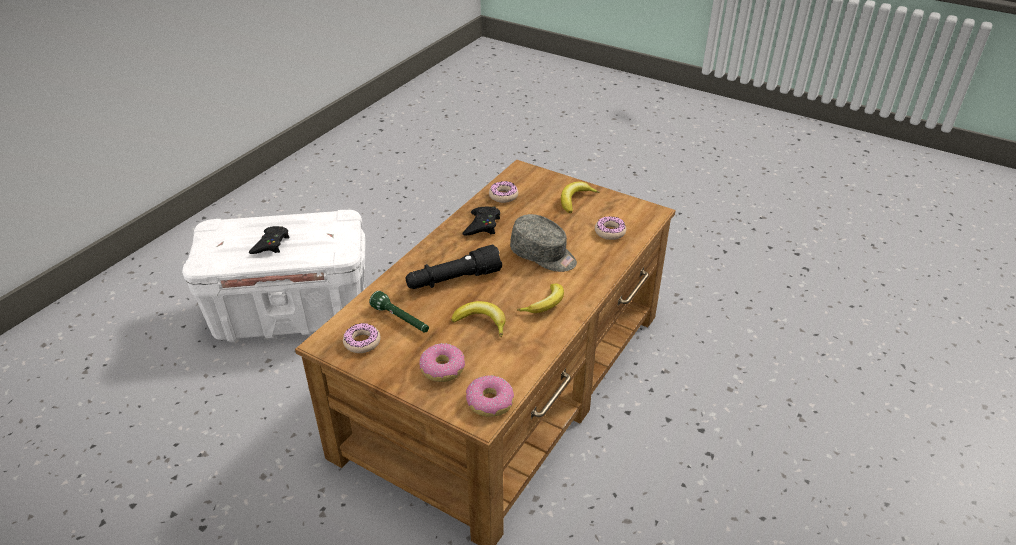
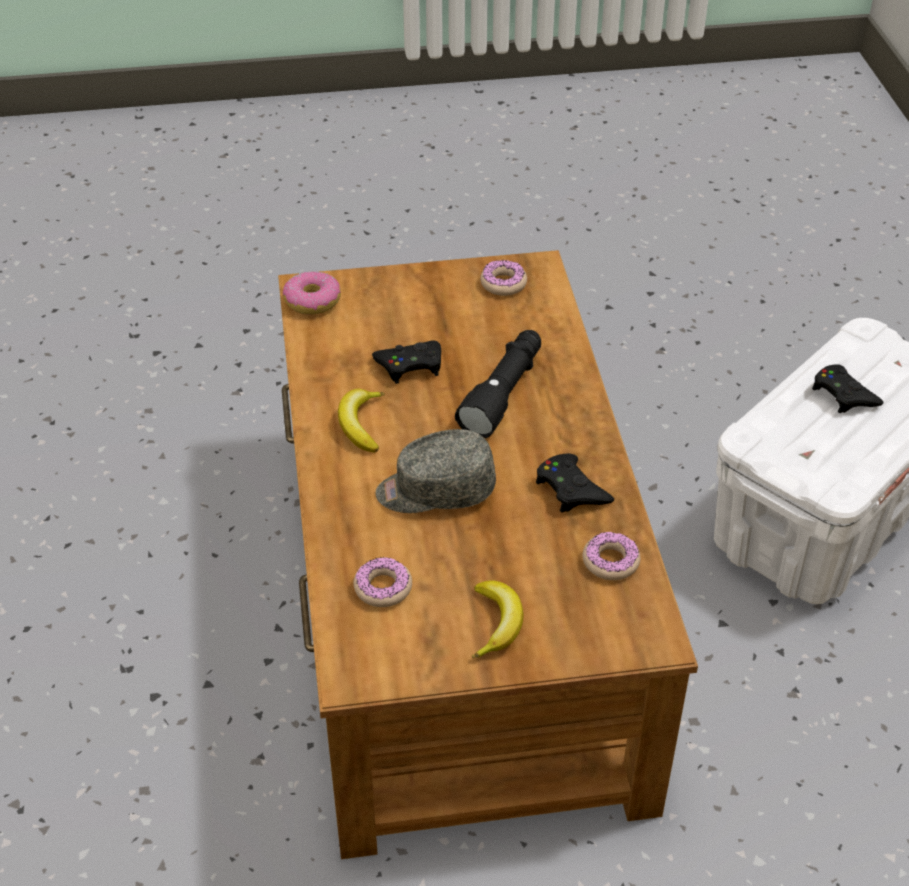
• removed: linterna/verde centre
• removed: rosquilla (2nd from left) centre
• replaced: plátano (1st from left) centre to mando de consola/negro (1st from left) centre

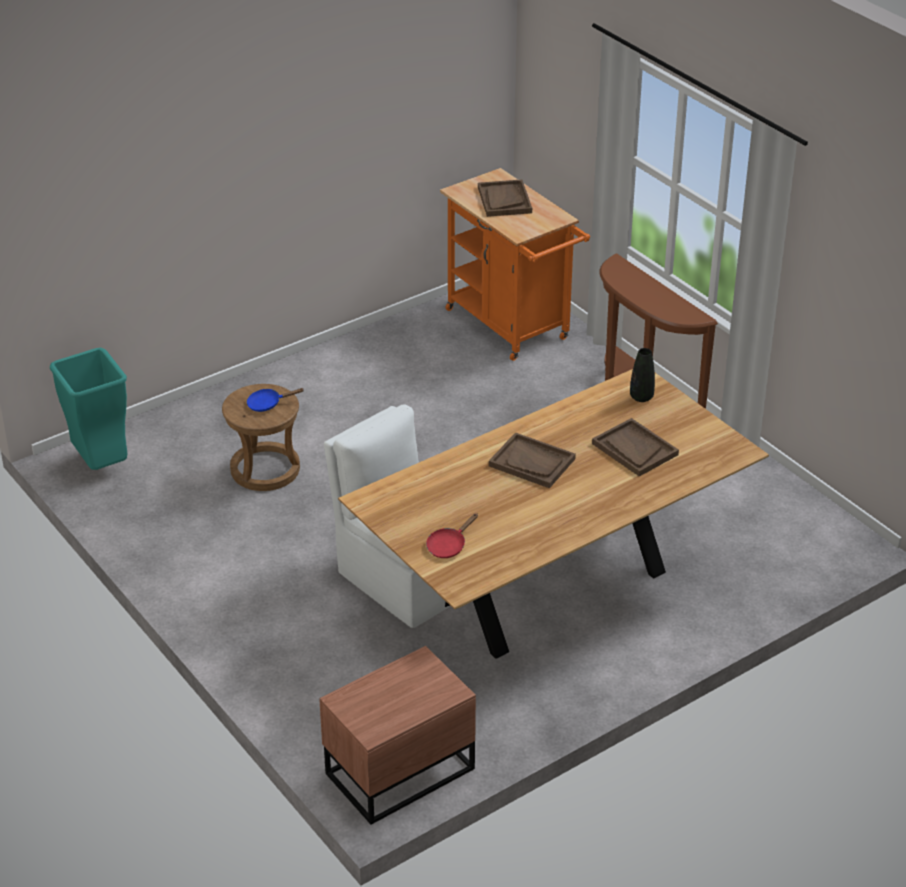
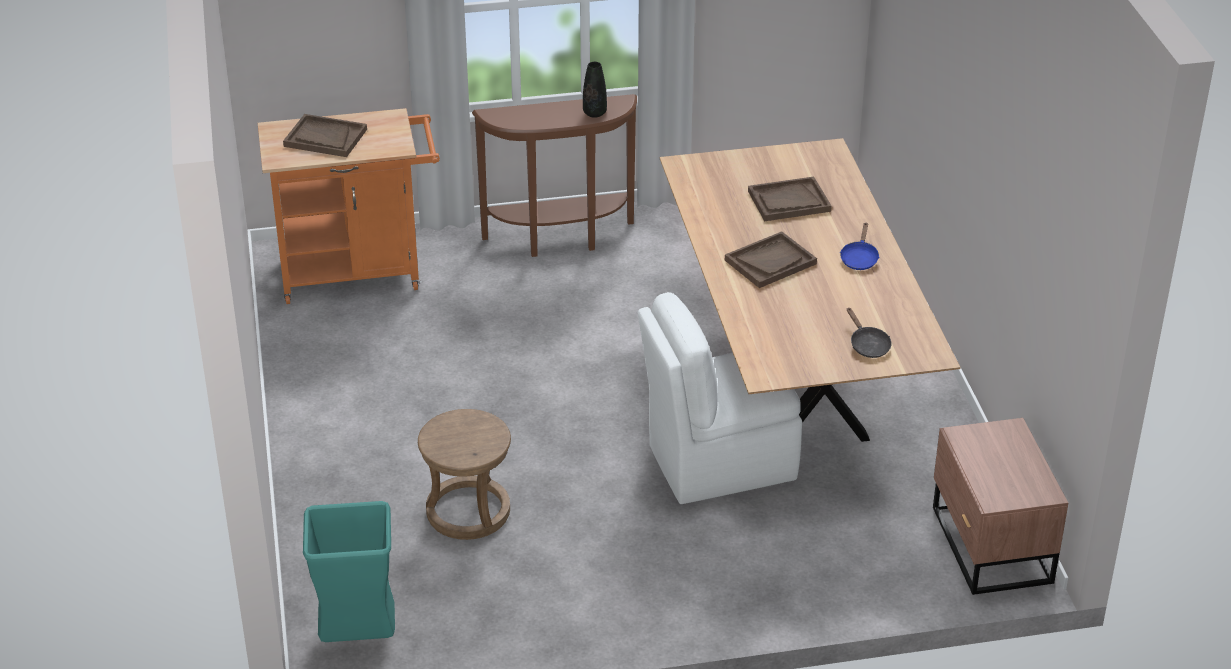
• moved: sartén/azul middle left to middle right
• moved: florero/negro middle right to top centre
• recoloured: sartén/rojo centre to sartén/negro middle right

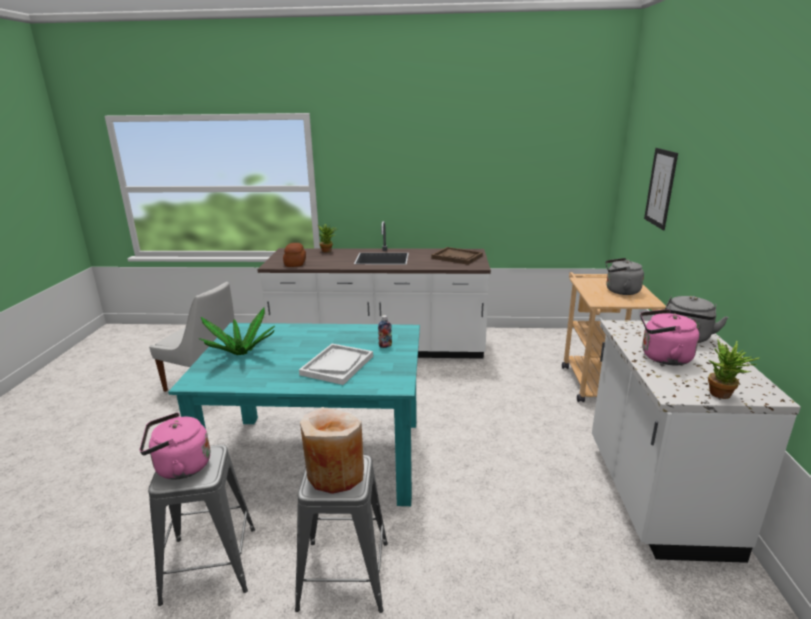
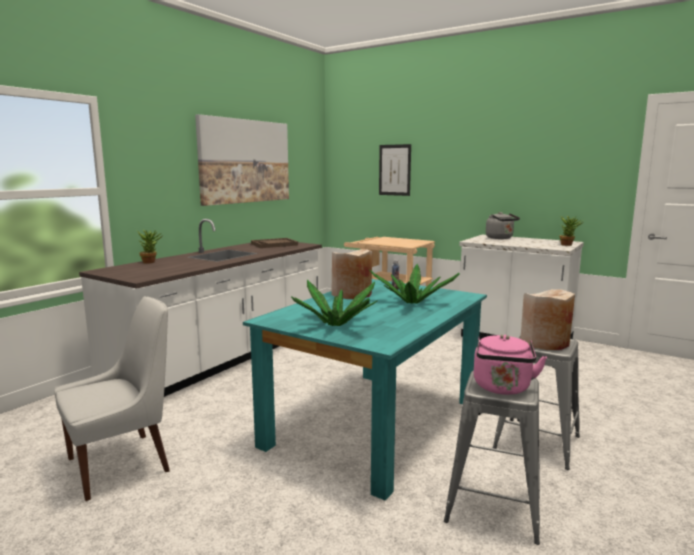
• removed: pan centre
• removed: hervidor/gris (1st from left) middle right
• removed: hervidor/rosa (2nd from left) middle right
• added: cuadro (1st from left) top centre
• added: florero/beis (1st from left) centre
• replaced: bandeja/blanco centre to planta en maceta (3rd from left) centre

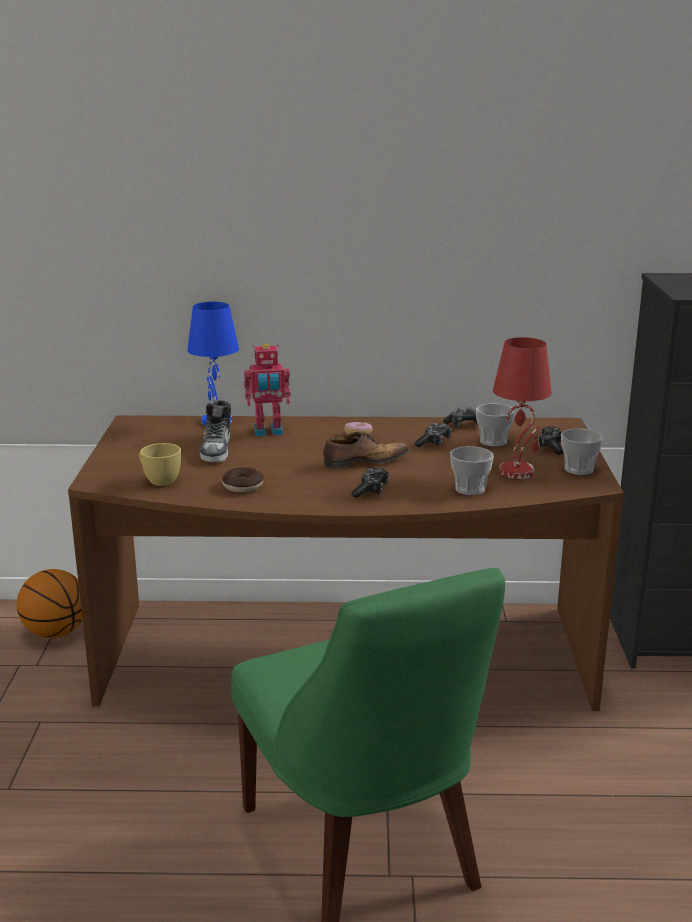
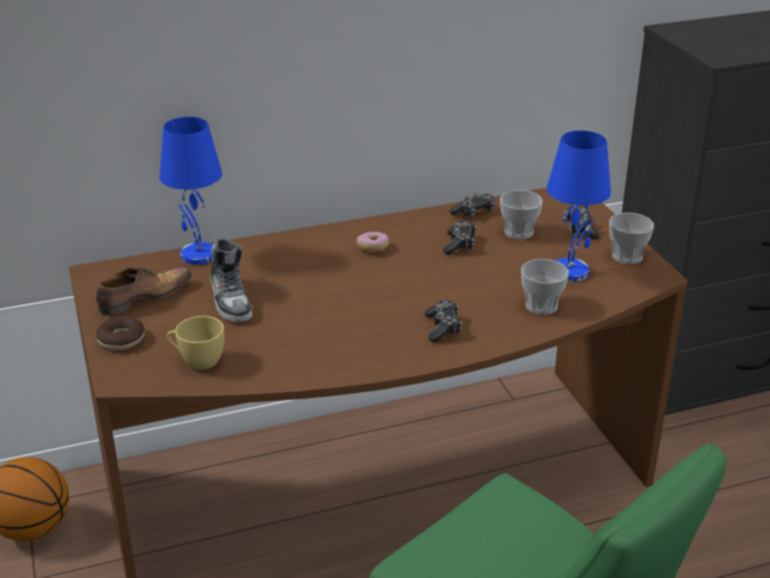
• removed: robot de juguete centre
• moved: rosquilla (1st from left) centre to middle left
• moved: zapato (2nd from left in the first image) centre to zapato (1st from left) middle left
• recoloured: lámpara de mesa/rojo middle right to lámpara de mesa/azul (2nd from left) middle right

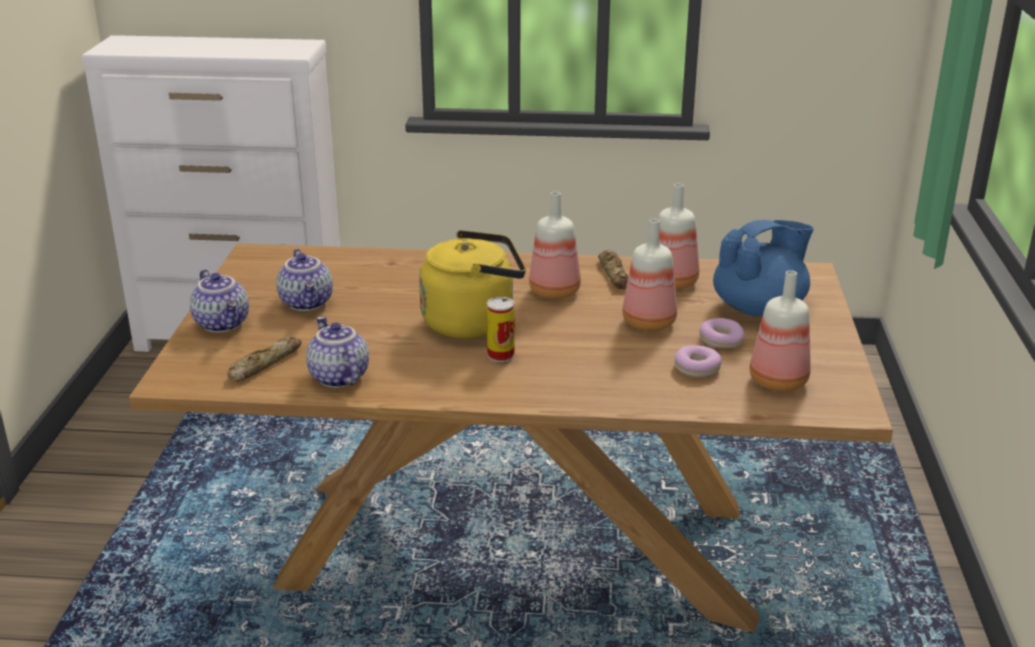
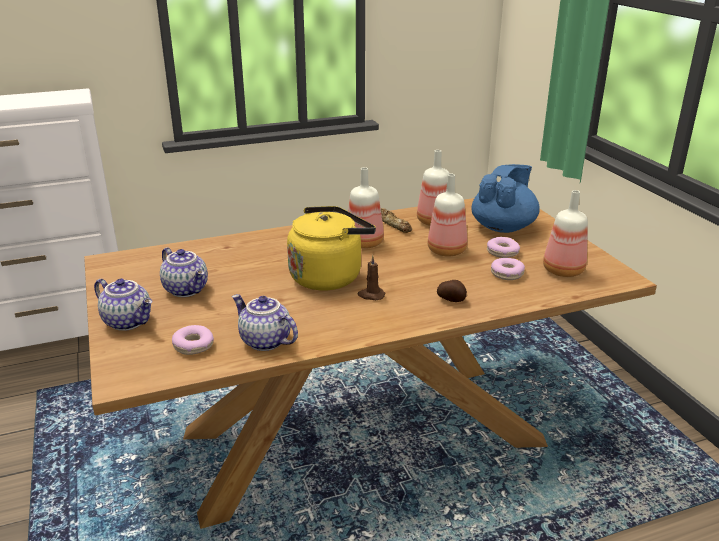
• added: patata centre
• replaced: pan (1st from left) middle left to rosquilla (1st from left) middle left
• replaced: lata centre to vela/marrón centre

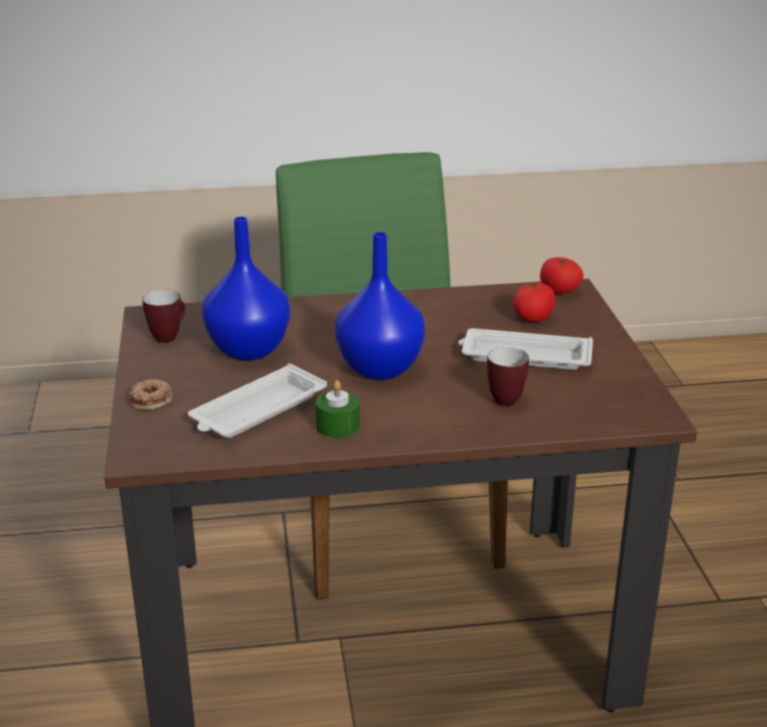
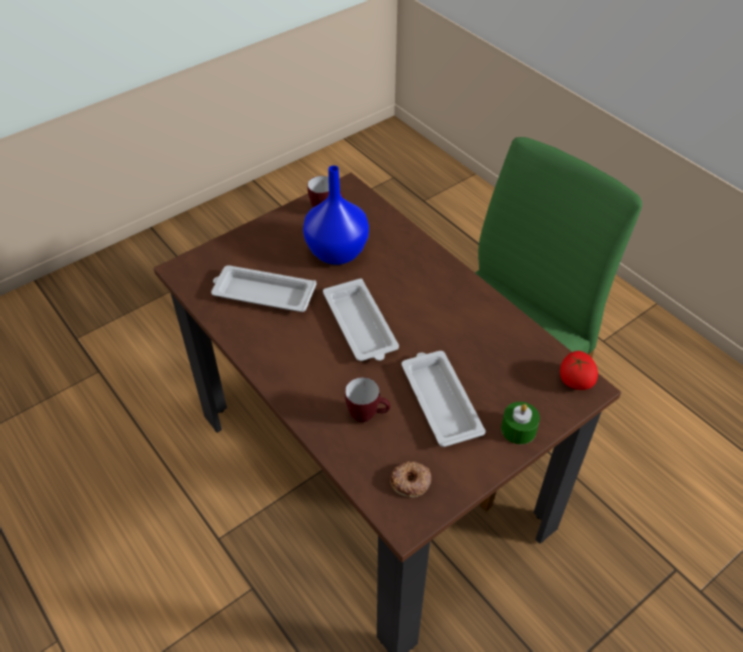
• removed: tomate (1st from left) middle right
• moved: rosquilla middle left to bottom centre
• moved: vela/verde centre to middle right
• replaced: florero/azul (2nd from left) centre to bandeja/blanco (2nd from left) centre

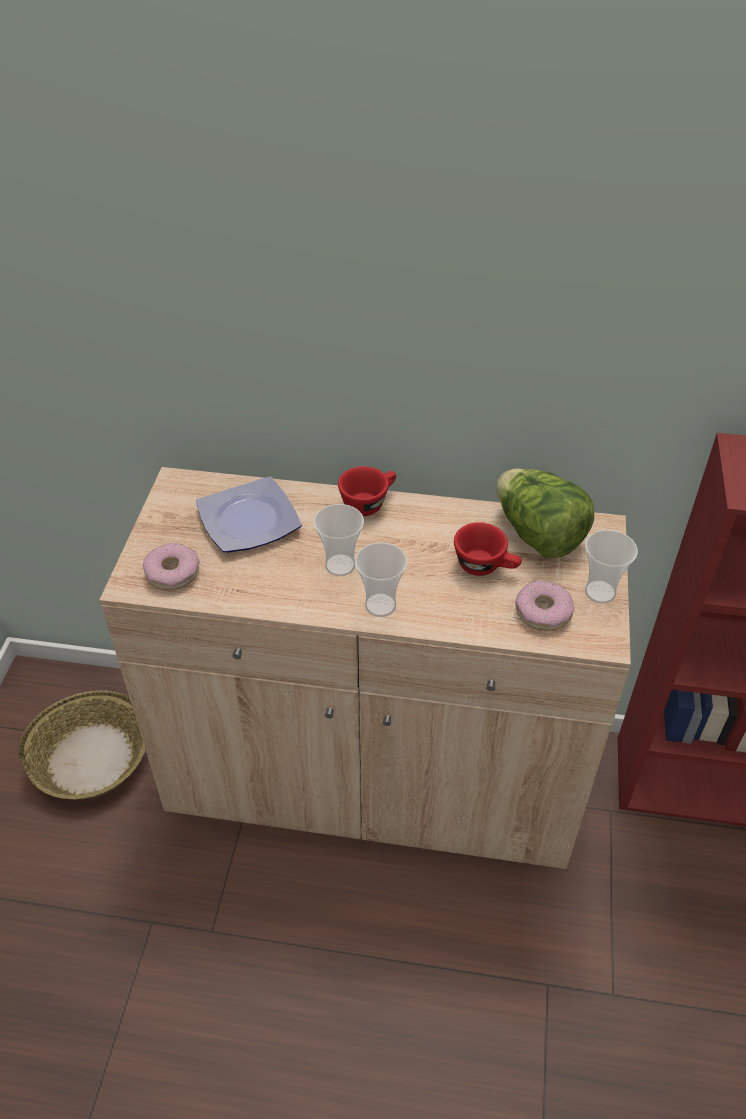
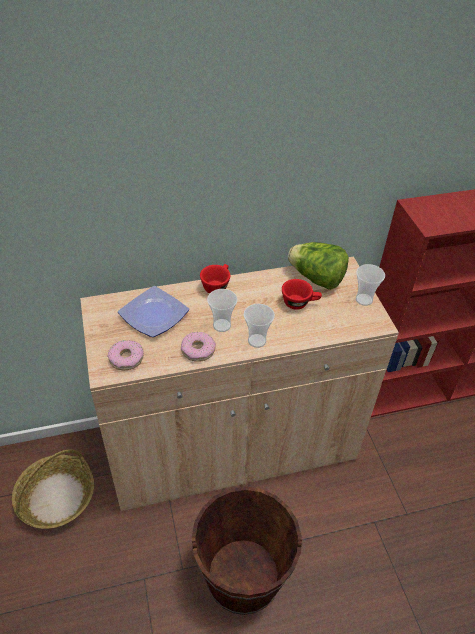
• added: cubo/marrón bottom centre
• moved: rosquilla (2nd from left) middle right to centre

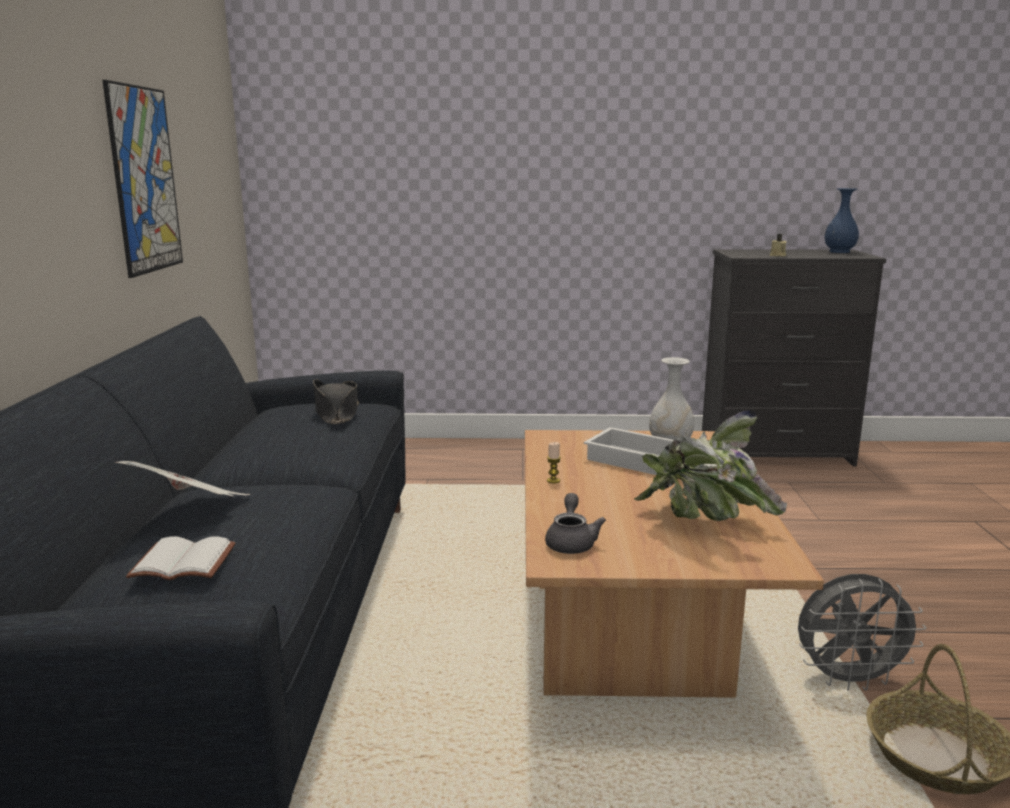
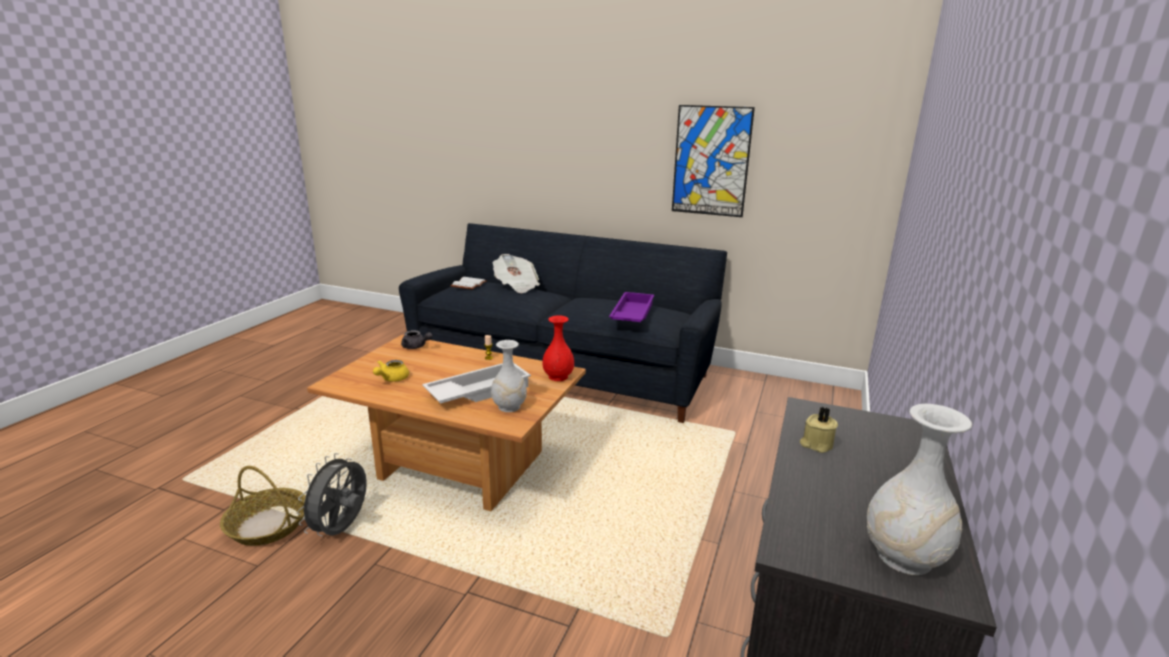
• added: florero/rojo centre
• replaced: sombrero/negro middle left to bandeja/morado centre
• replaced: planta en maceta middle right to tetera/amarillo centre
• recoloured: florero/azul top right to florero/blanco (2nd from left) bottom right

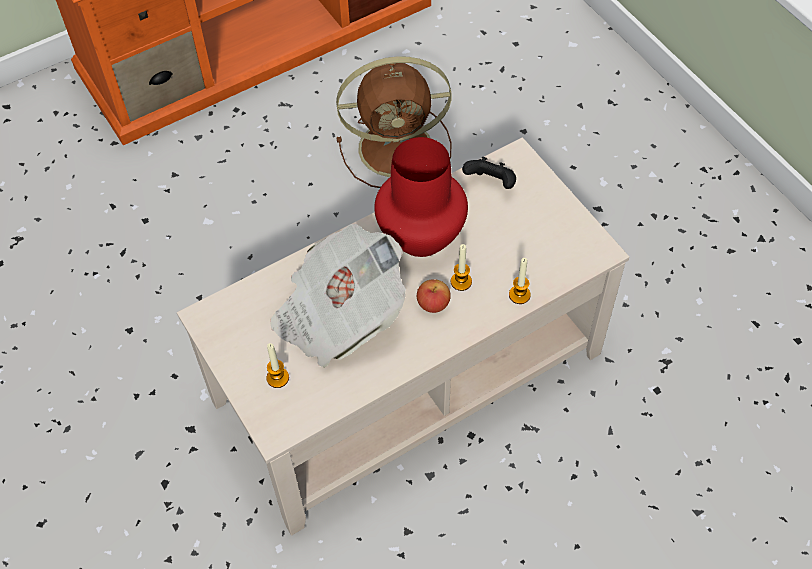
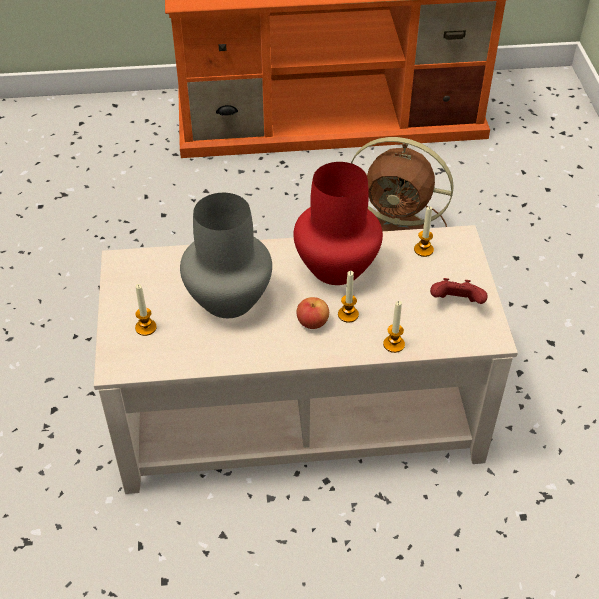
• added: mando de consola/rojo middle right
• replaced: periódico centre to florero/gris centre
• replaced: mando de consola/negro top centre to vela (4th from left) middle right

